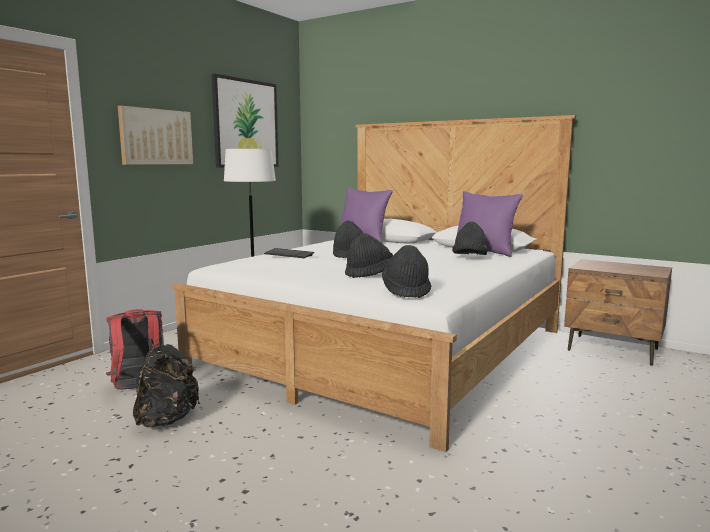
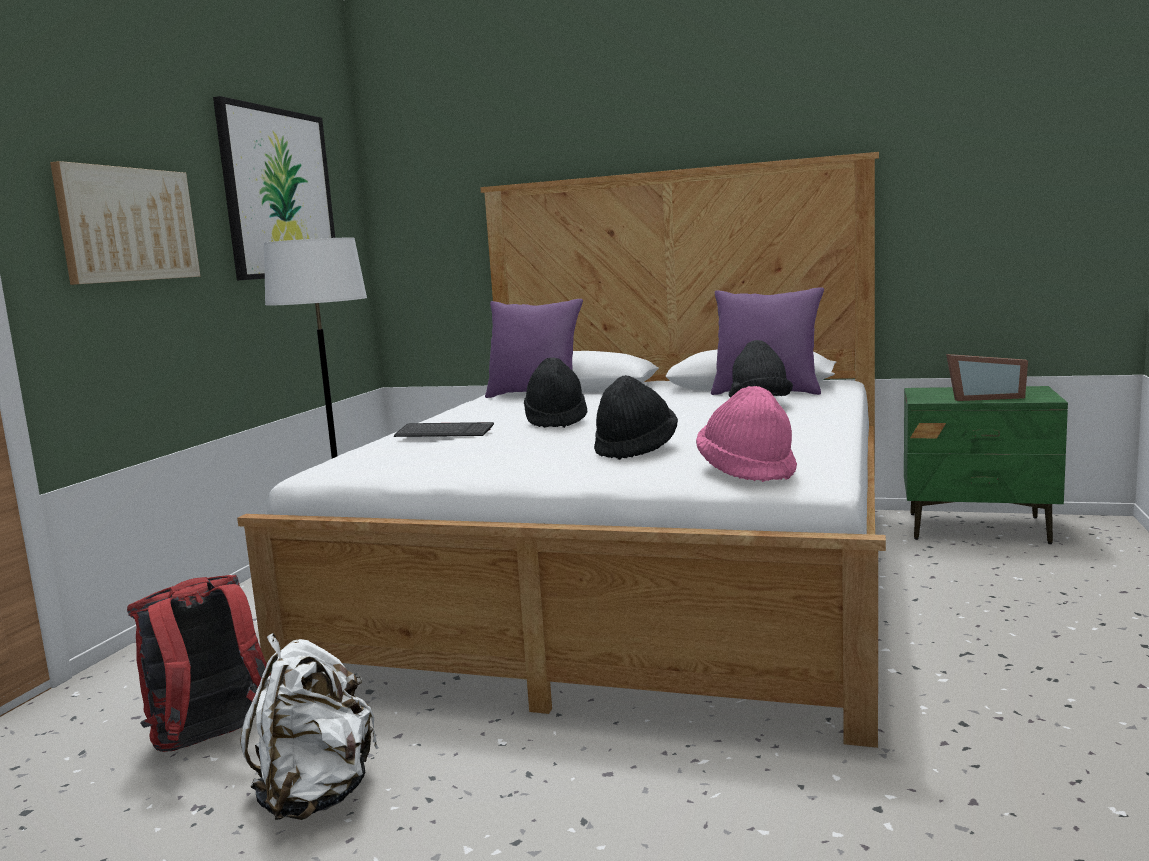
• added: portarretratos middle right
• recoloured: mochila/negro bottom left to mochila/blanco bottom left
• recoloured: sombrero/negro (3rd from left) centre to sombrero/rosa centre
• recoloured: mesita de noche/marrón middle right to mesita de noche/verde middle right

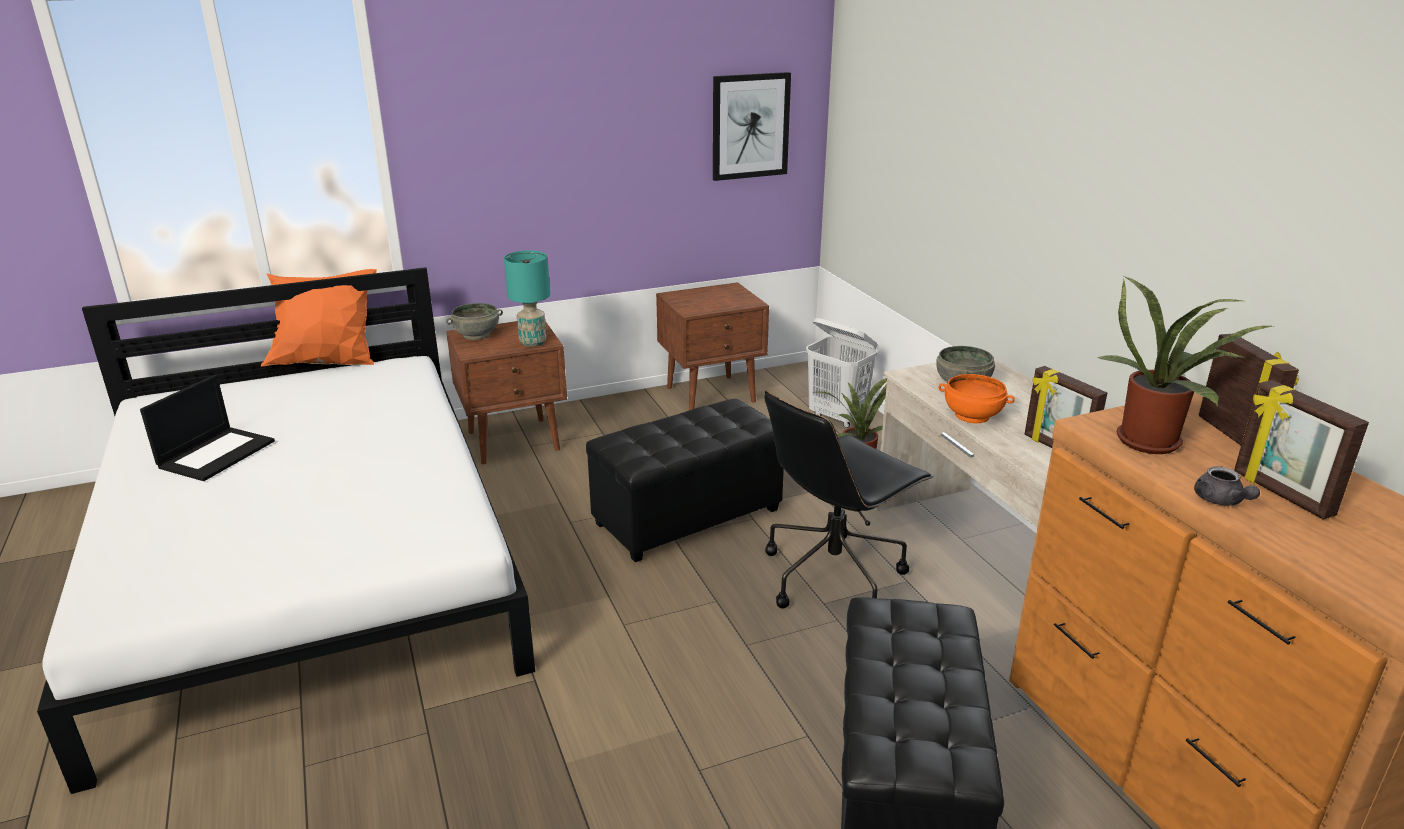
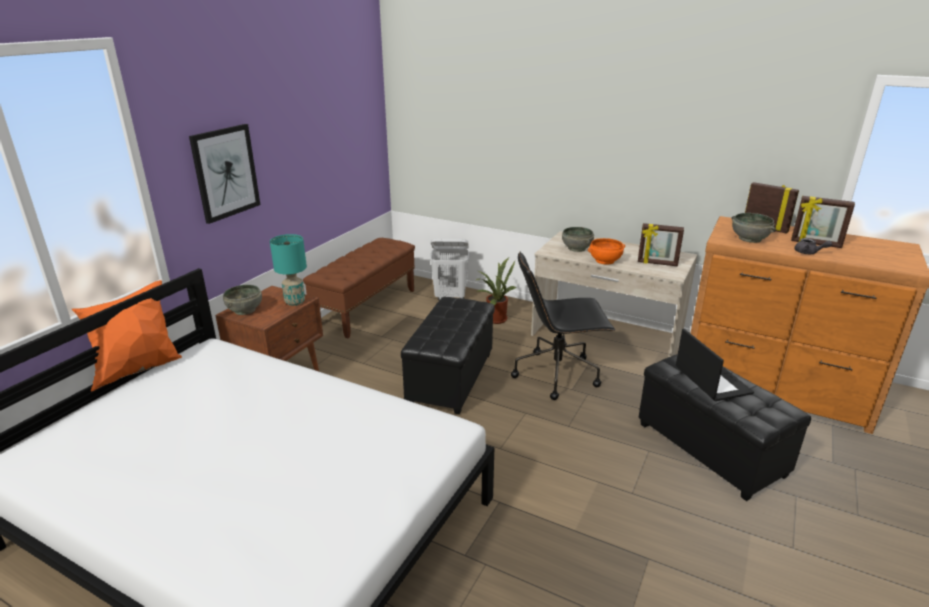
• moved: portátil middle left to middle right
• moved: cuadro top centre to top left
• replaced: mesita de noche/marrón (2nd from left) centre to banco/marrón centre
• replaced: planta en maceta (2nd from left) middle right to cuenco/gris (3rd from left) middle right
• turned: silla de oficina/negro centre = centre 75 degrees clockwise

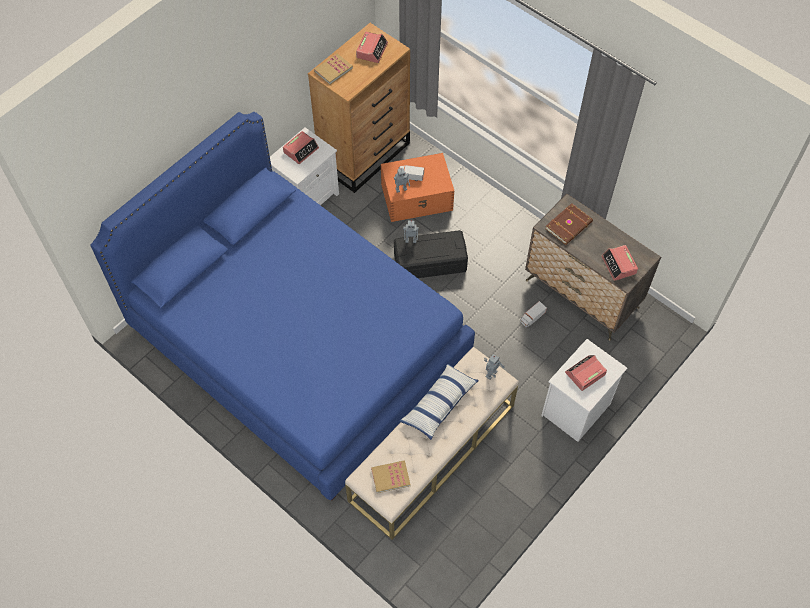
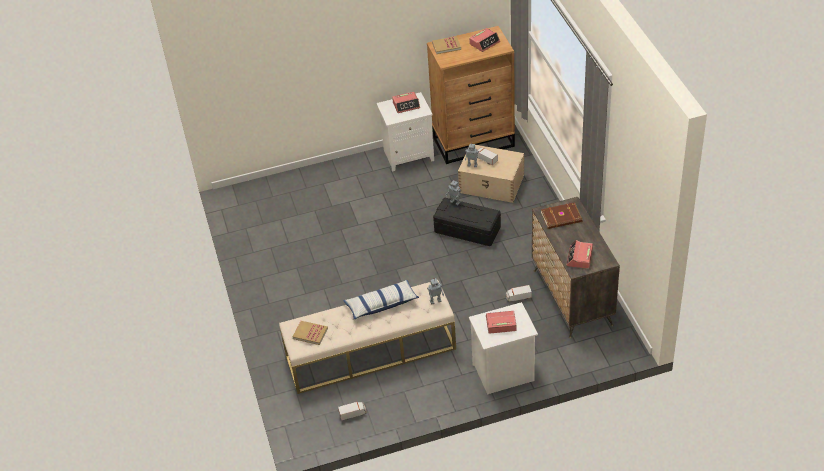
• removed: cama/azul centre
• added: camión de juguete (1st from left) bottom centre
• recoloured: caja de almacenaje/naranja top centre to caja de almacenaje/beis centre

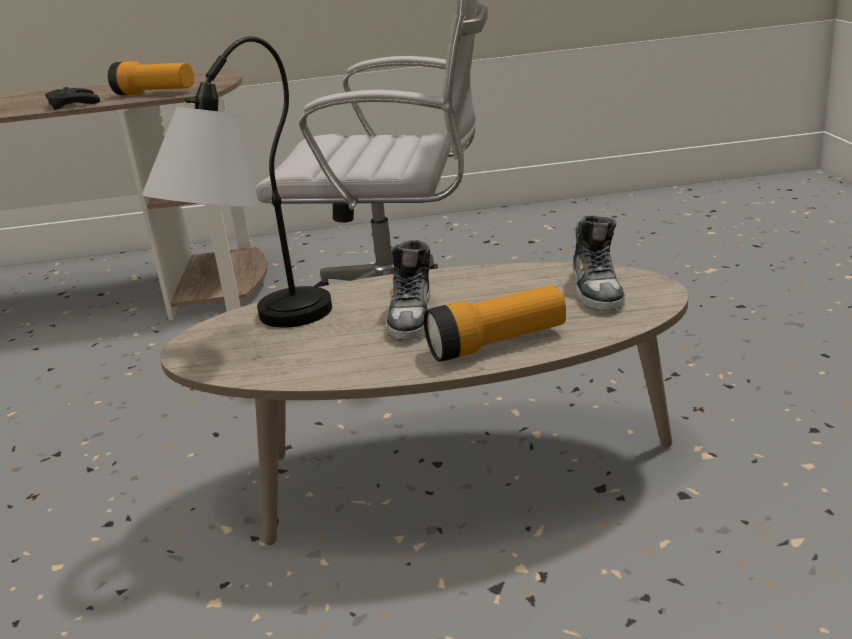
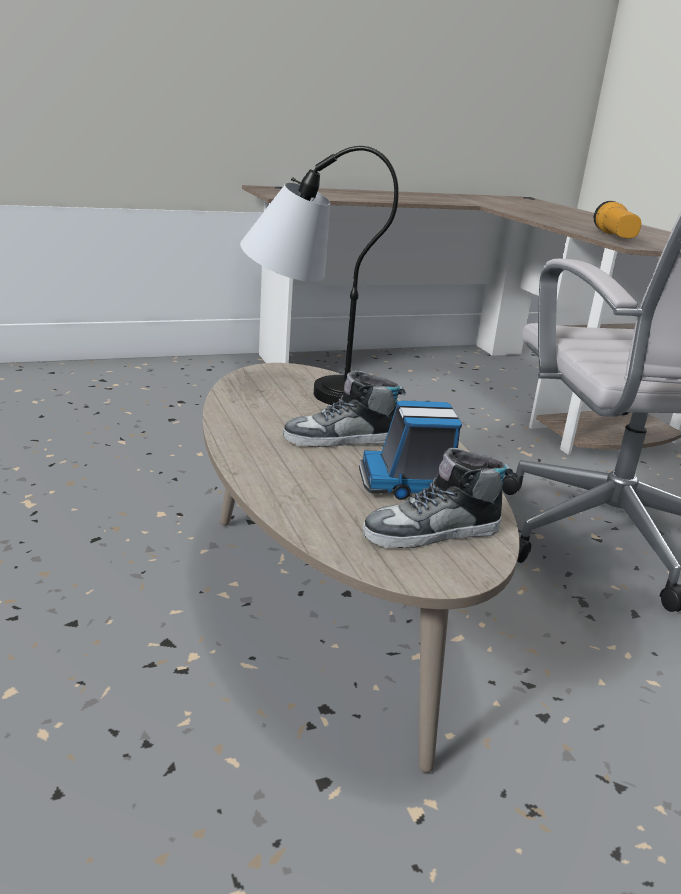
• removed: mando de consola/negro top left
• removed: linterna (2nd from left) centre
• added: camión de juguete centre

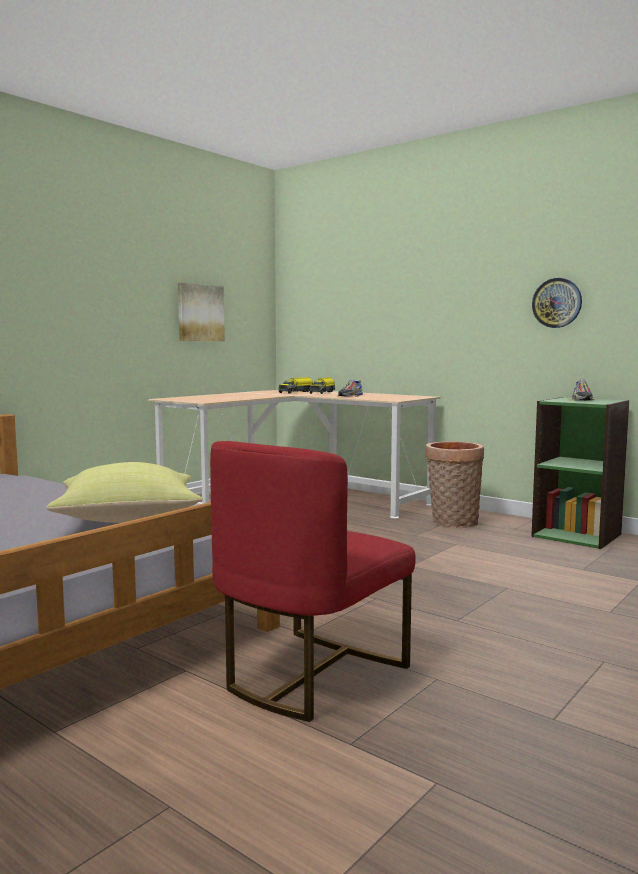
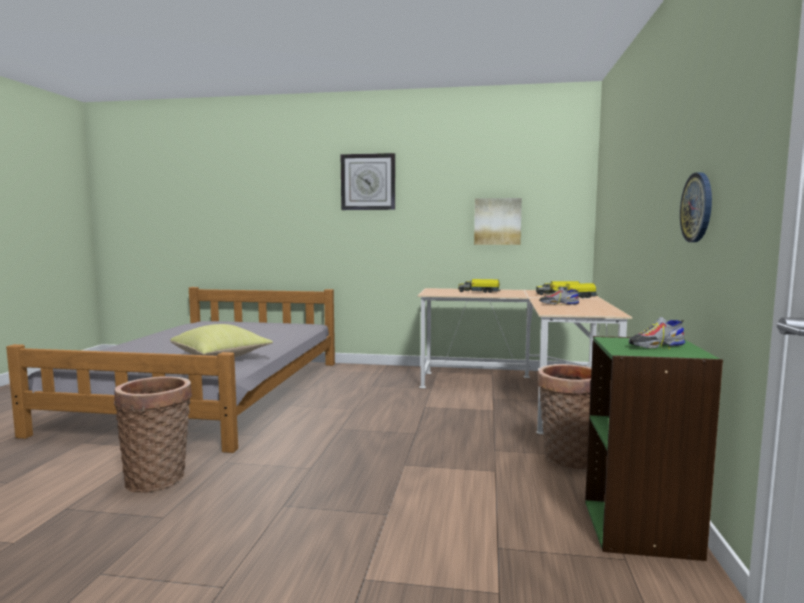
• added: reloj de pared (1st from left) top centre
• added: camión de juguete (1st from left) centre
• replaced: silla/rojo centre to cesta (1st from left) bottom left

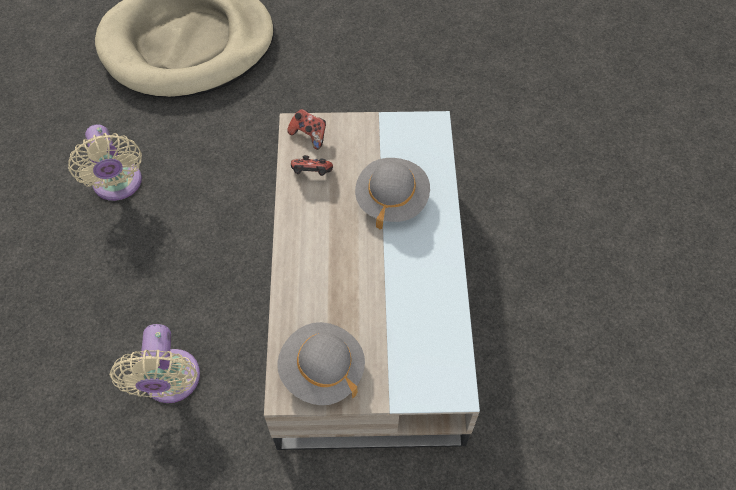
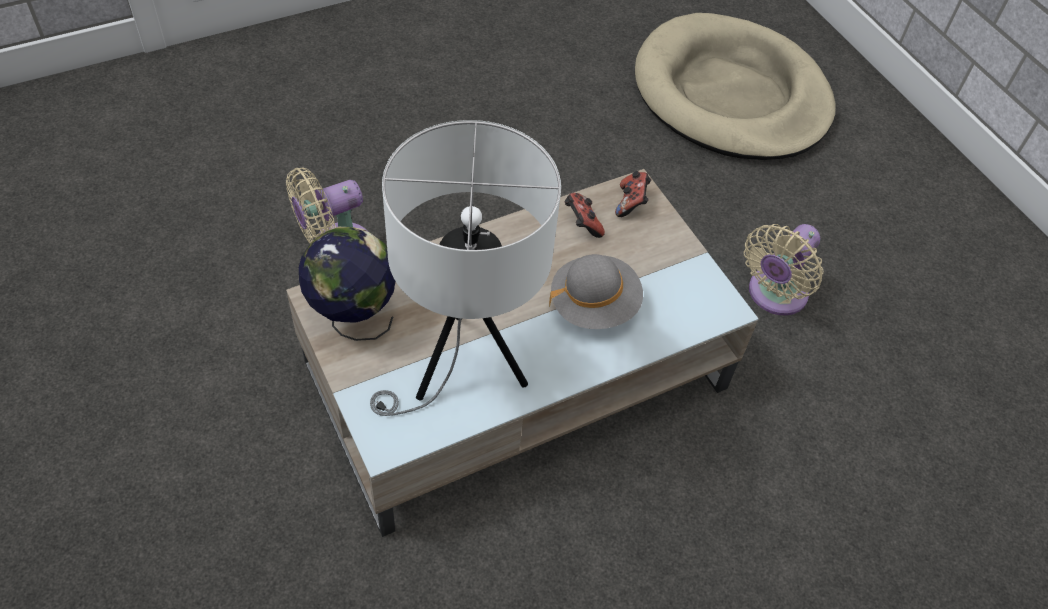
• added: lámpara de mesa/blanco centre
• moved: ventilador/beis (1st from left in the first image) top left to ventilador/beis (2nd from left) middle right
• replaced: sombrero/gris (1st from left) bottom centre to globo terráqueo middle left

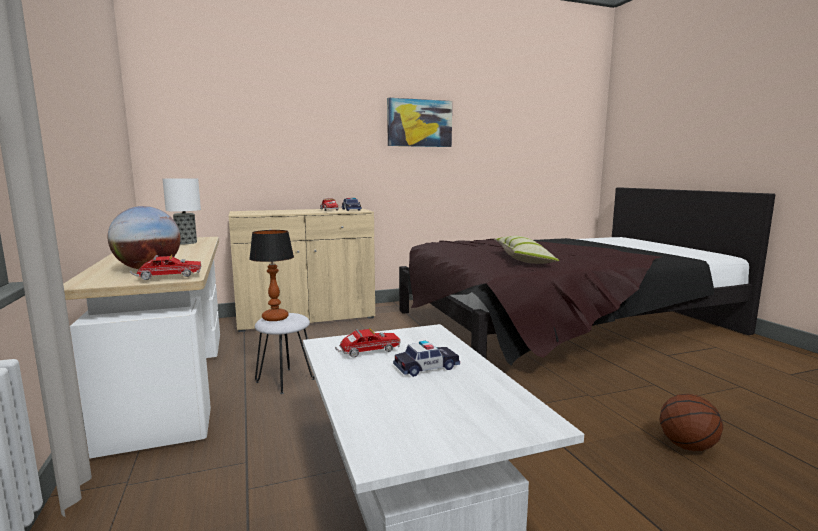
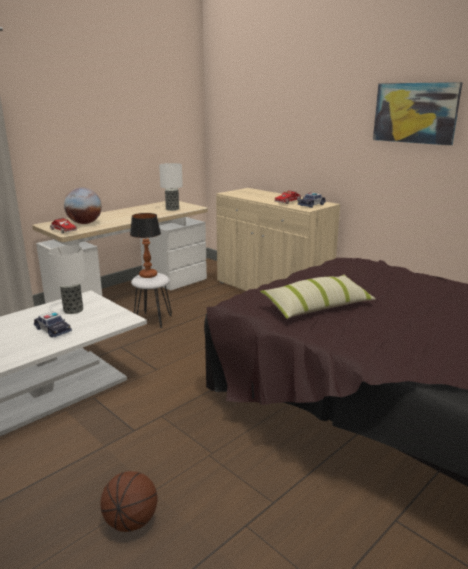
• replaced: camión de juguete (3rd from left) centre to lámpara de mesa (1st from left) middle left

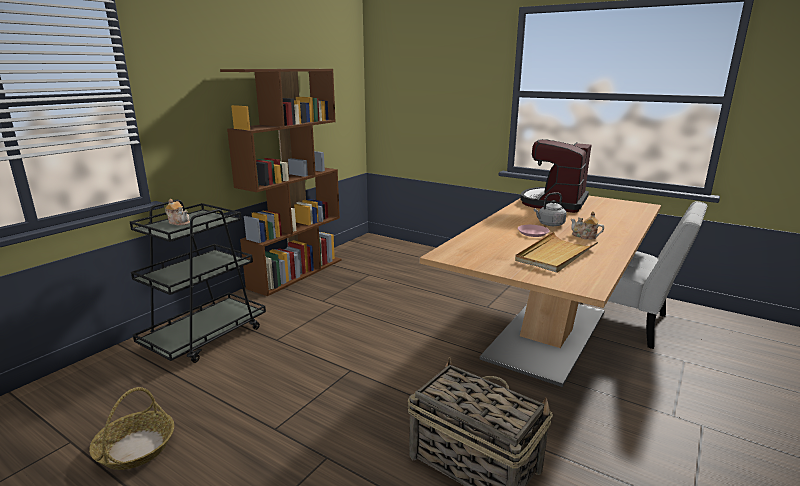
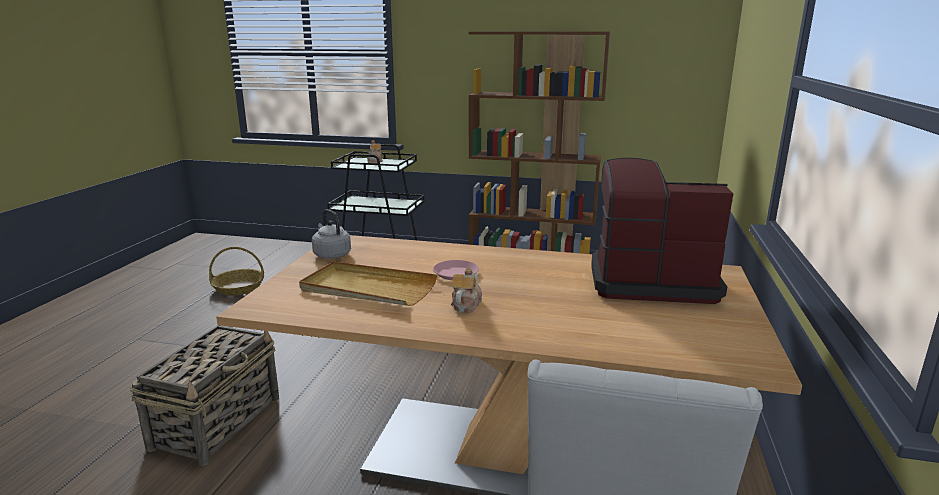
• moved: hervidor/gris middle right to centre

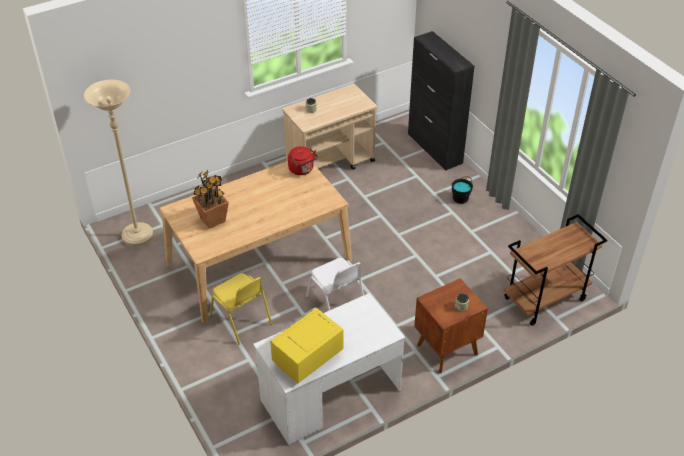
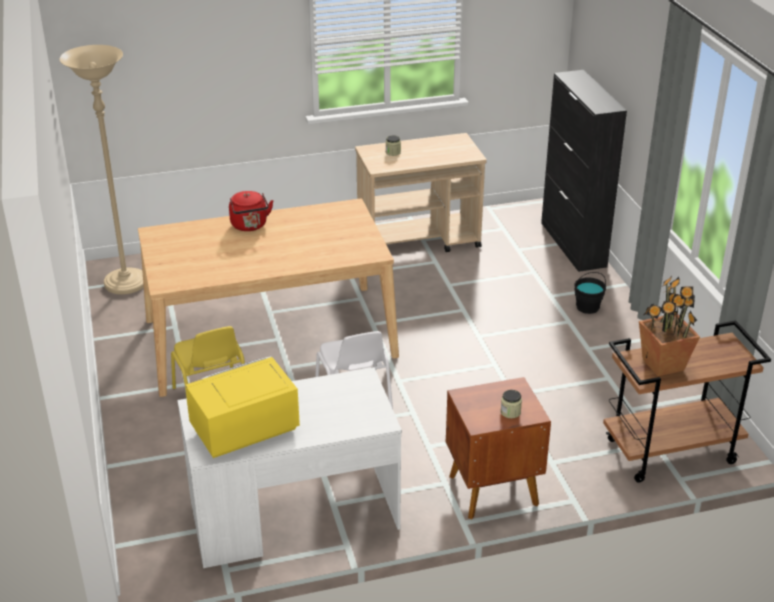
• moved: planta en maceta middle left to middle right
• moved: hervidor/rojo centre to middle left

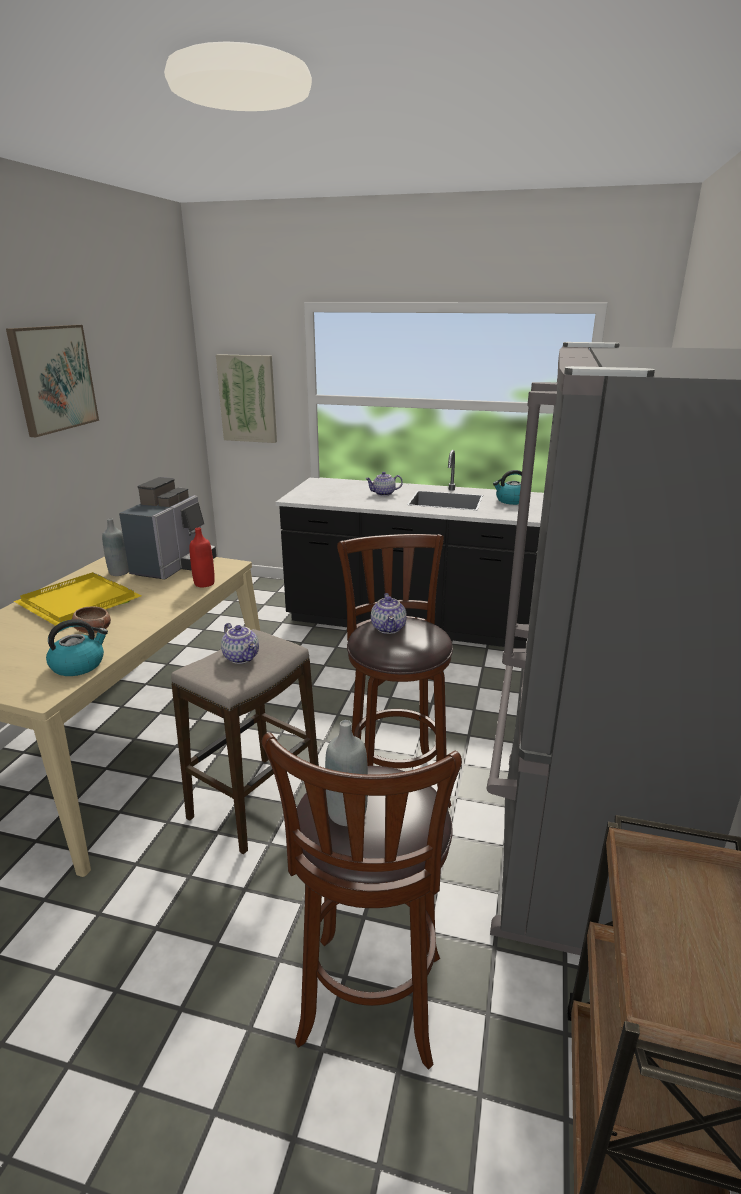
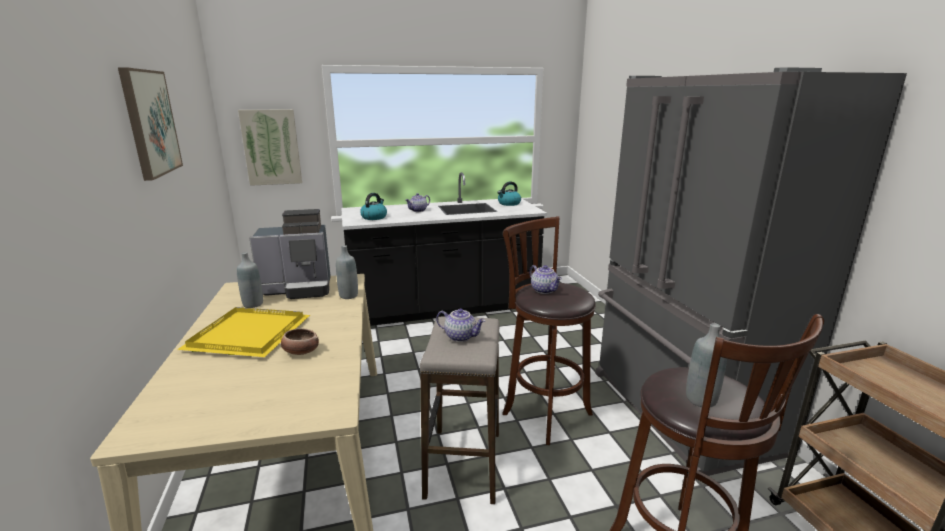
• moved: hervidor (1st from left) middle left to centre
• recoloured: botella/rojo middle left to botella/gris (2nd from left) centre
• turned: cafetera middle left = middle left 90 degrees clockwise

